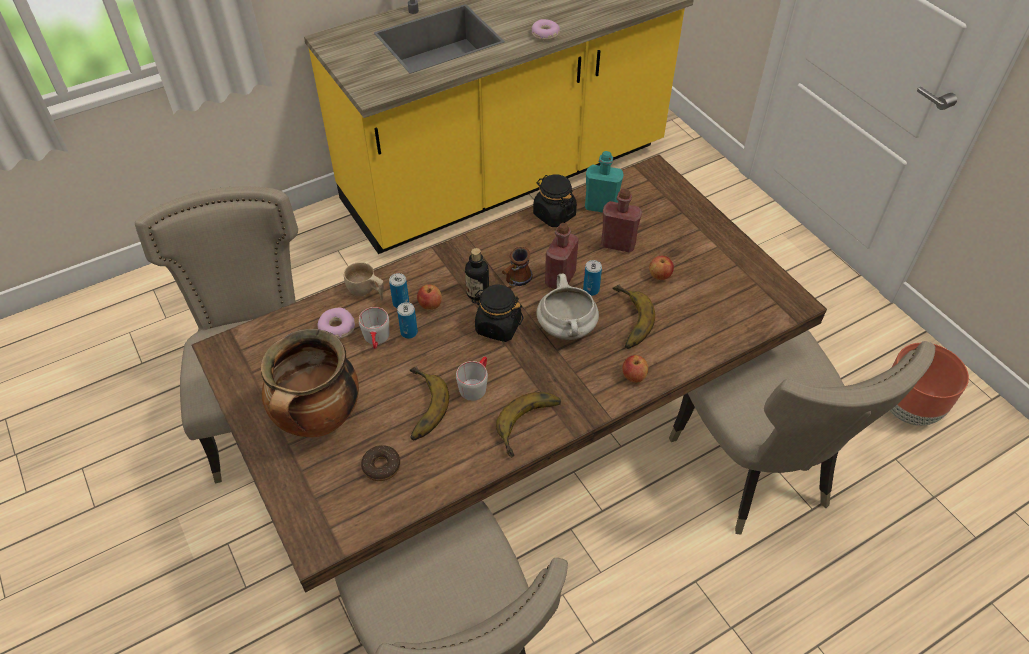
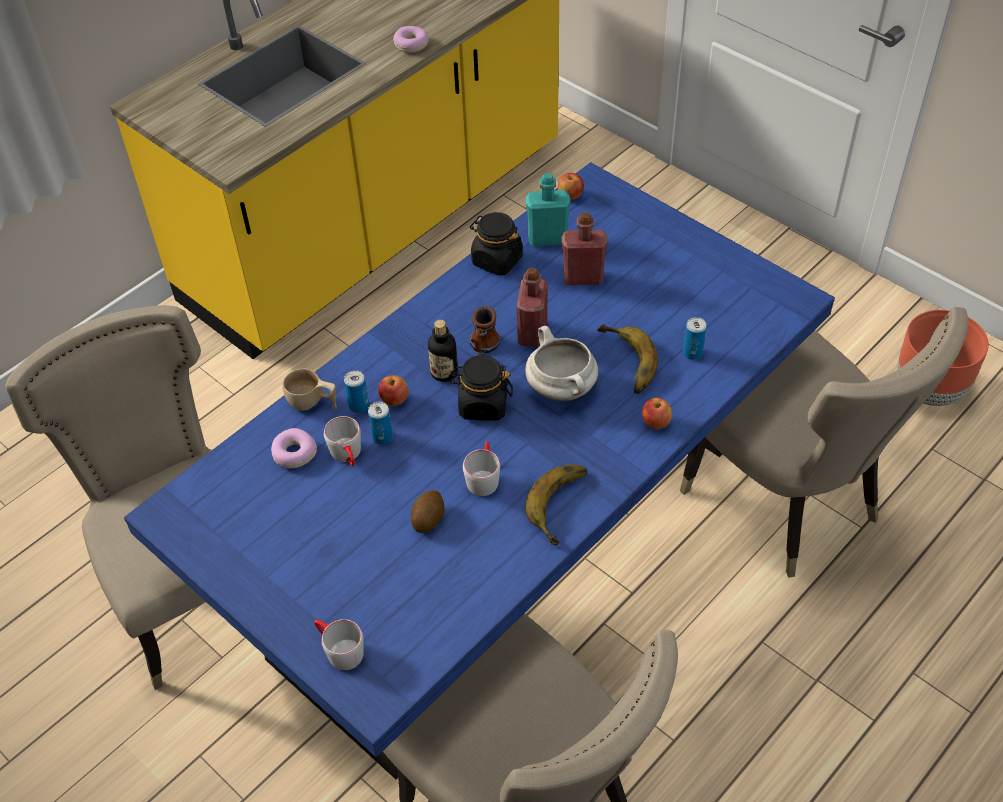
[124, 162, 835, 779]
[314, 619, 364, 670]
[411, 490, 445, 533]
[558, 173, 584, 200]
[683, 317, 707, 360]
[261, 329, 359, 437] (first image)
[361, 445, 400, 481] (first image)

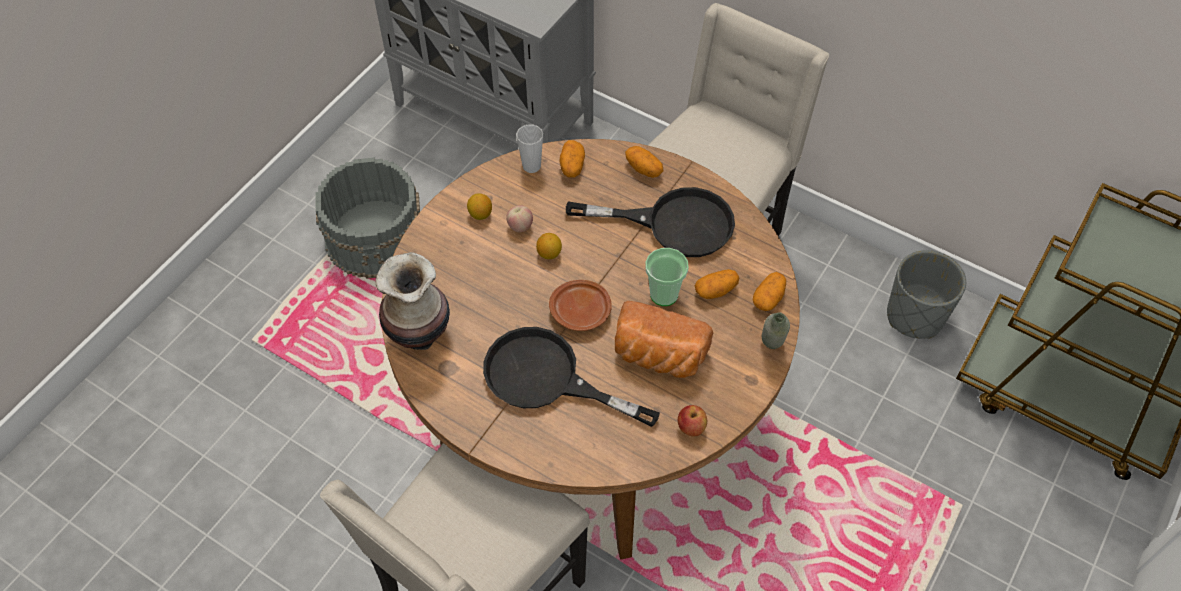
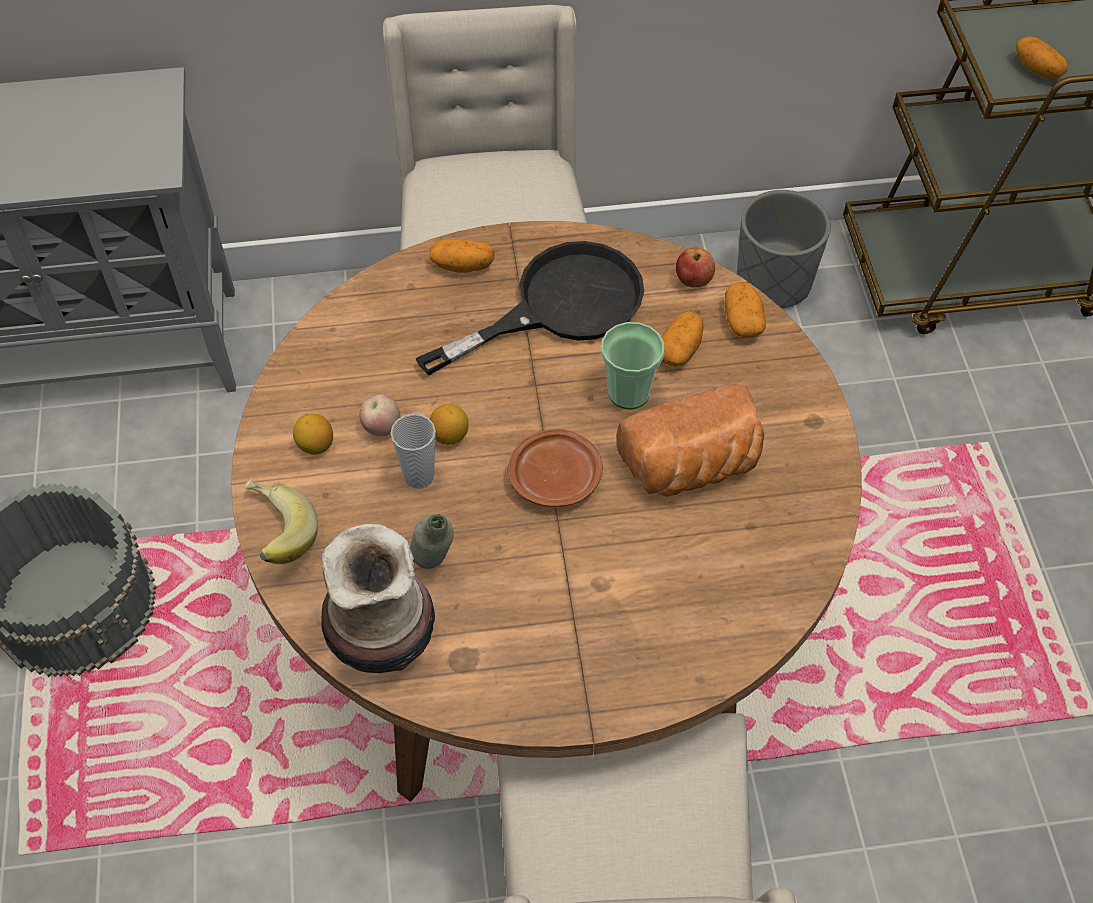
[245, 479, 318, 564]
[391, 414, 436, 489]
[410, 514, 454, 569]
[676, 247, 715, 288]
[1016, 36, 1068, 79]
[483, 327, 660, 427] (first image)

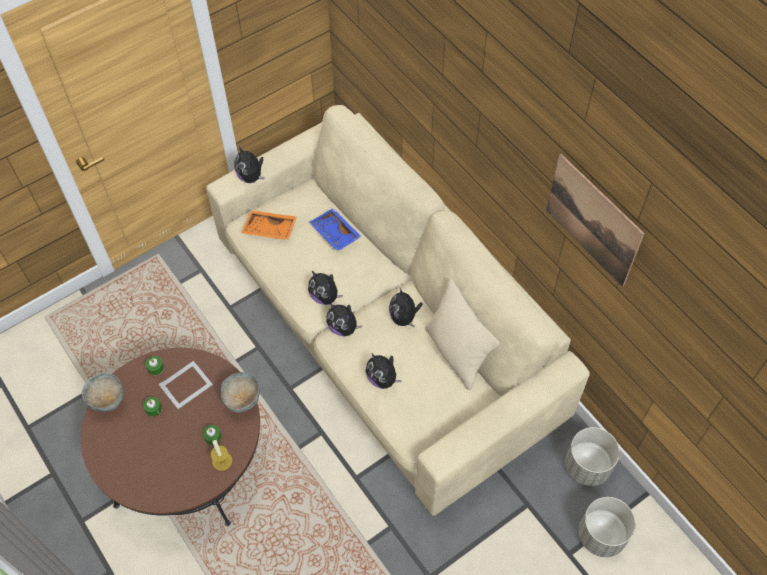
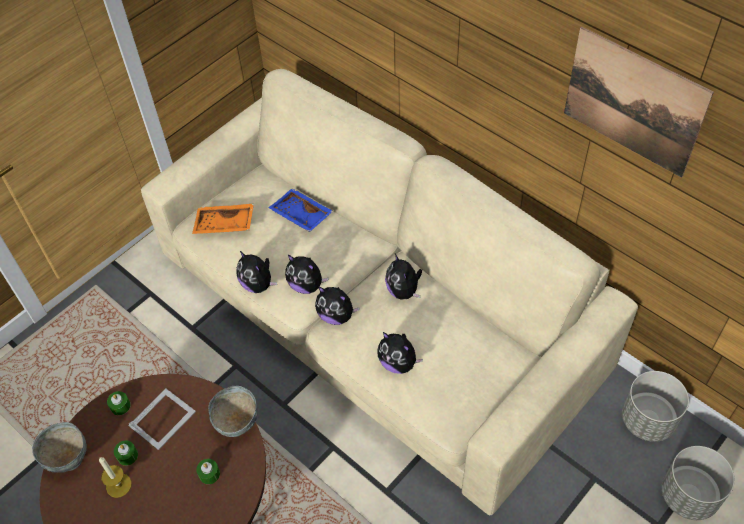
[99, 457, 132, 498]
[236, 250, 277, 293]
[425, 279, 499, 390] (first image)

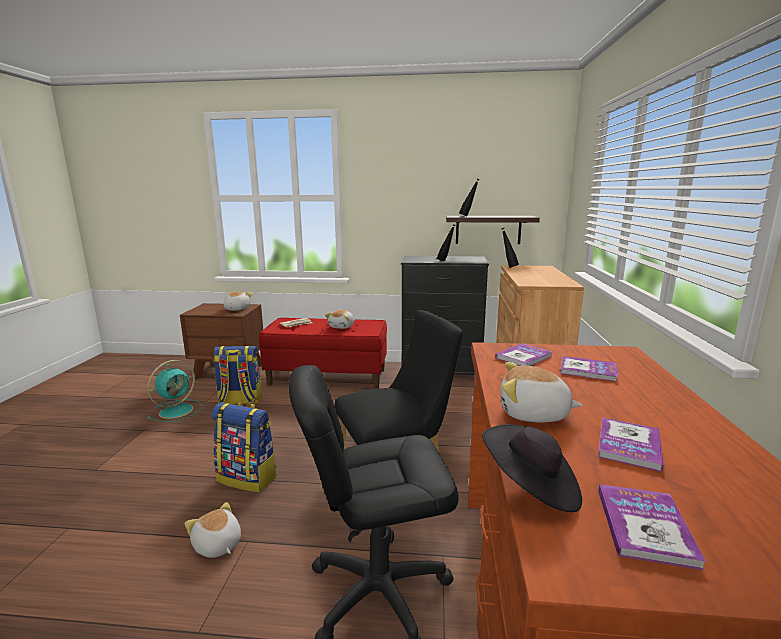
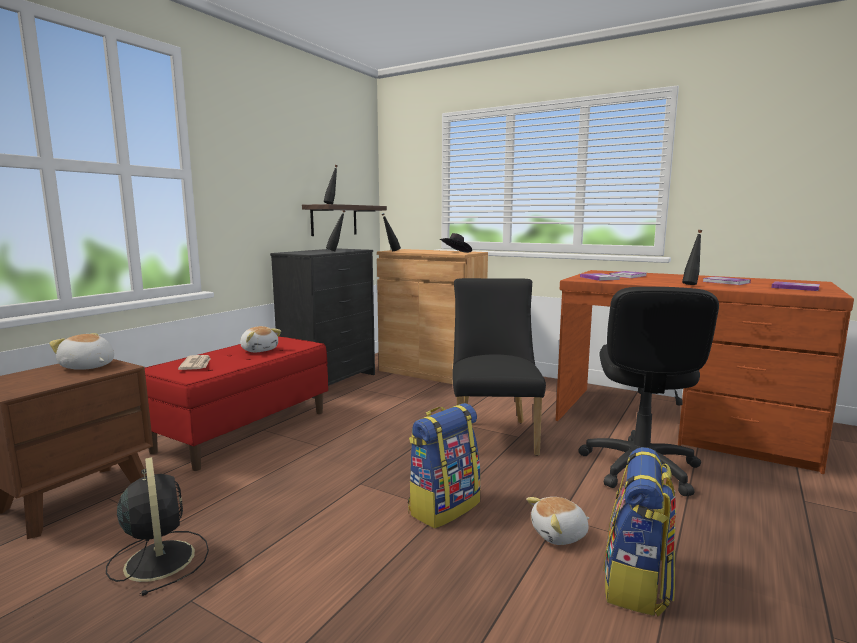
[106, 457, 209, 596]
[440, 233, 472, 253]
[603, 447, 676, 616]
[682, 230, 702, 285]

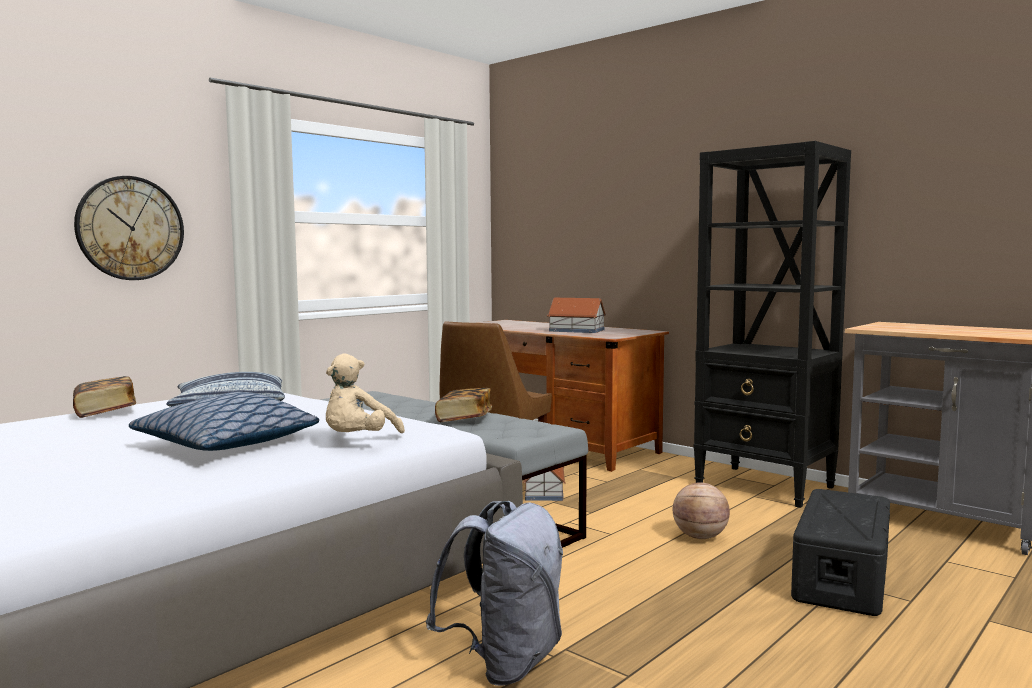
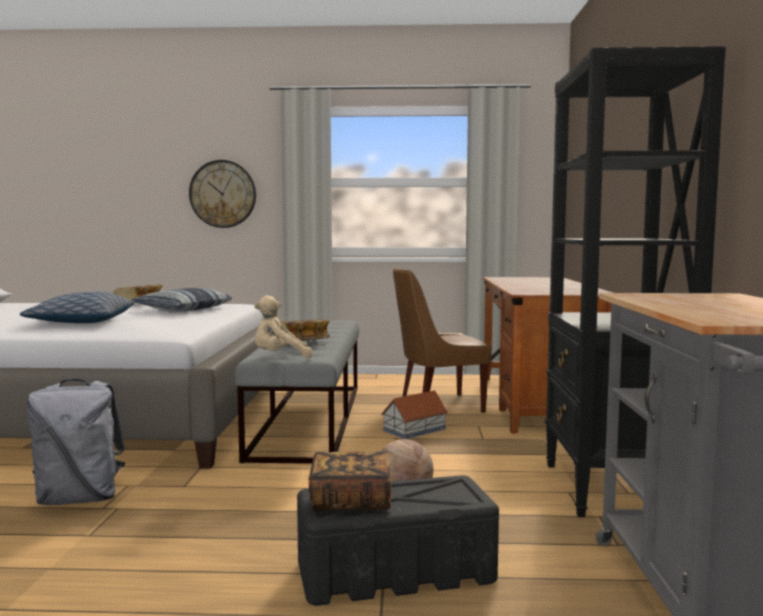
[254, 295, 312, 358]
[309, 451, 392, 511]
[547, 298, 606, 333] (first image)

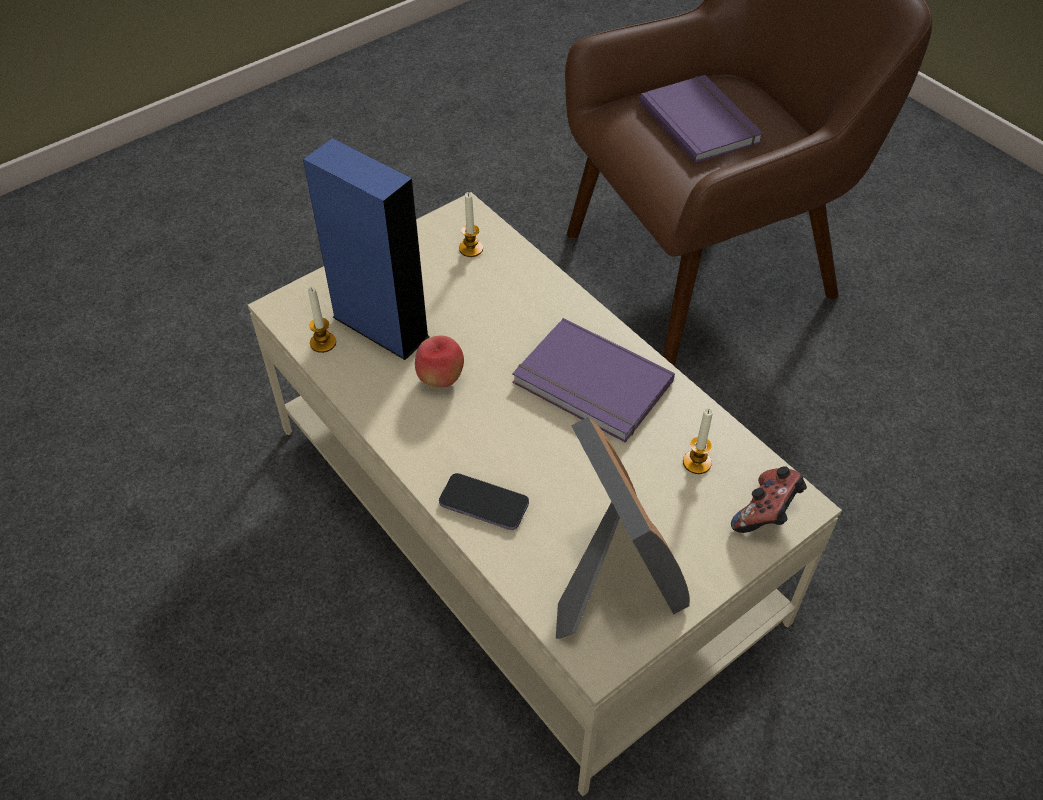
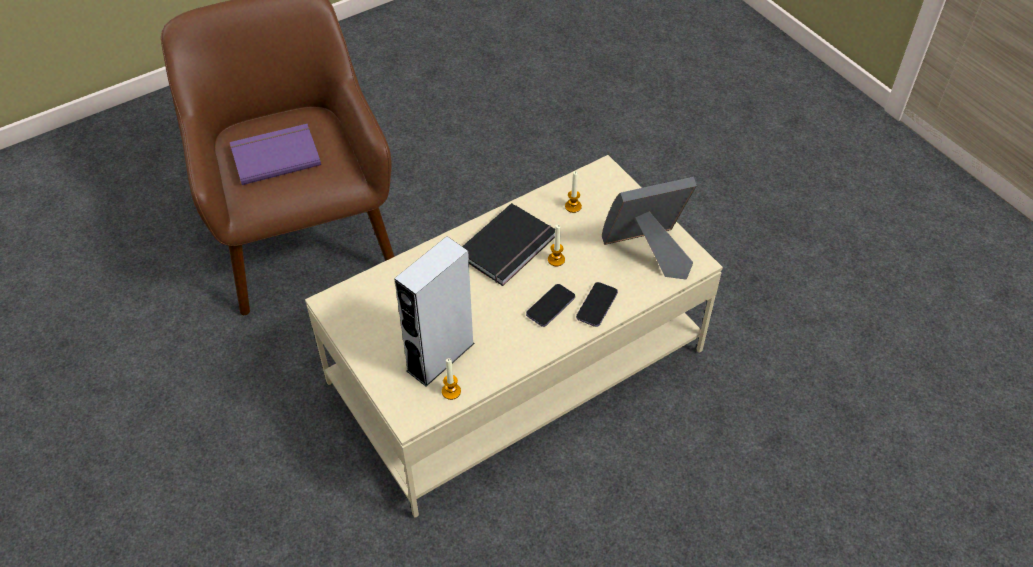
[394, 236, 475, 386]
[462, 203, 555, 286]
[526, 284, 575, 327]
[548, 225, 565, 266]
[415, 335, 464, 387] (first image)
[731, 466, 807, 533] (first image)

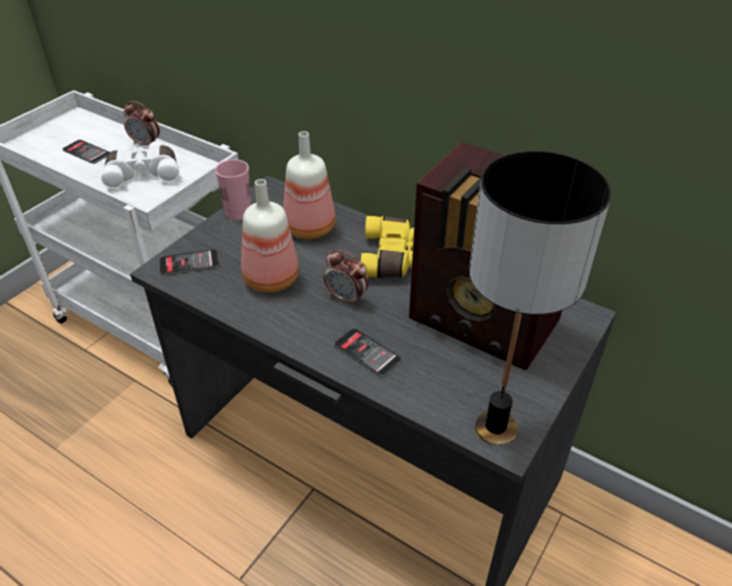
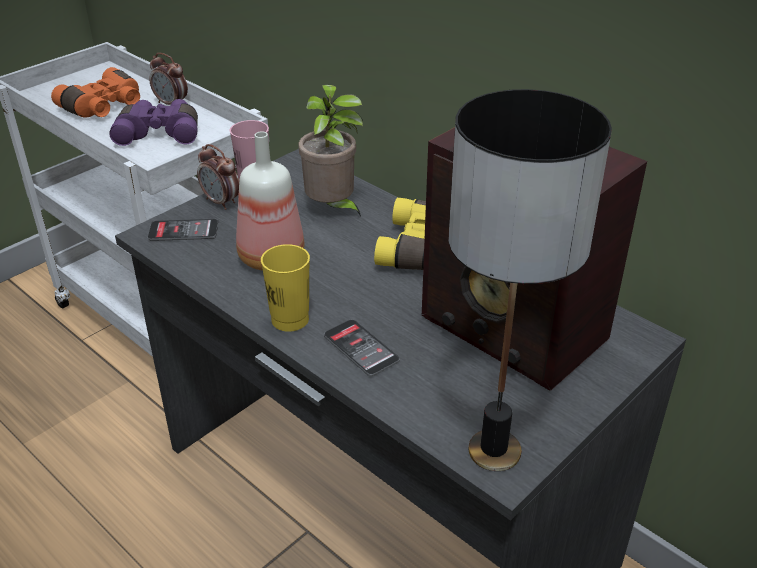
[51, 67, 140, 118]
[109, 99, 198, 146]
[197, 144, 239, 210]
[261, 244, 310, 332]
[298, 85, 363, 217]

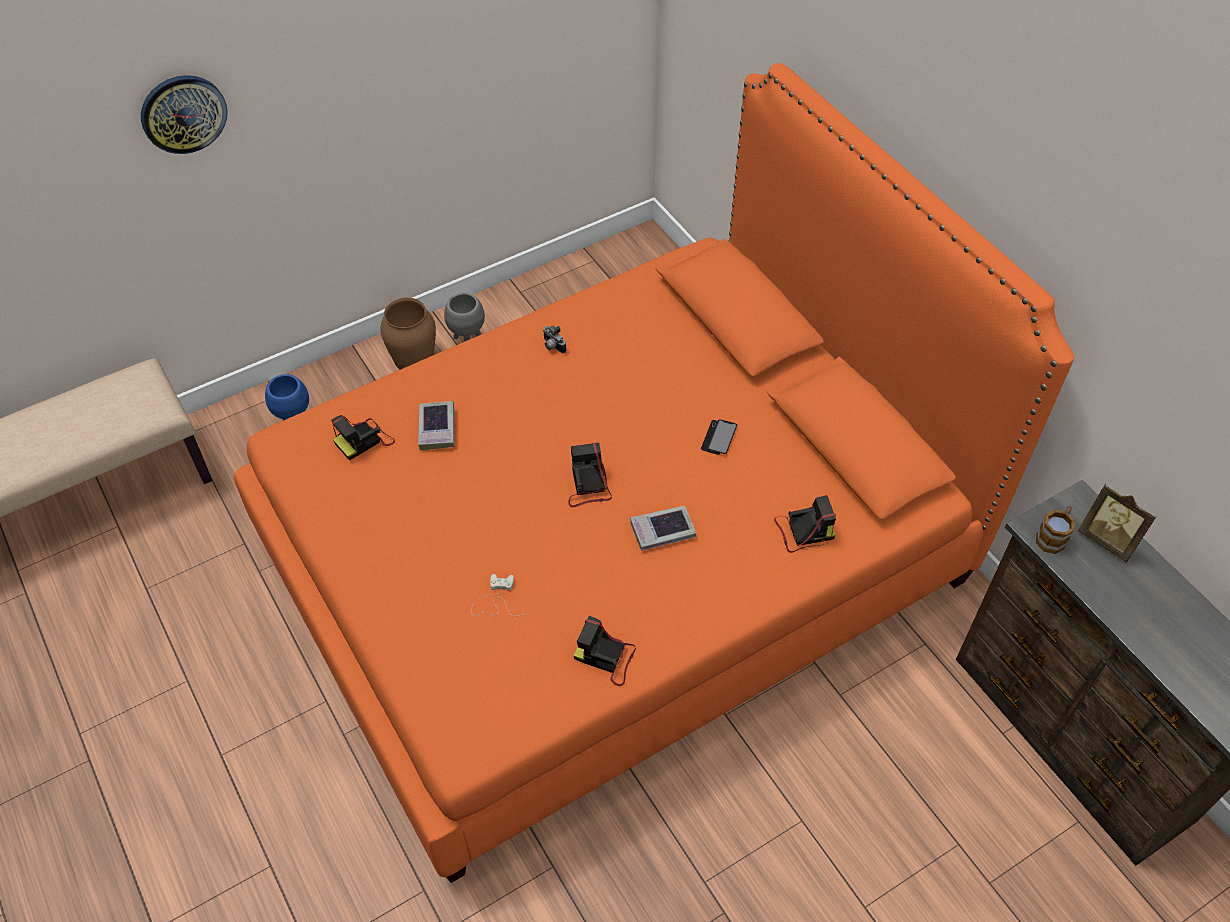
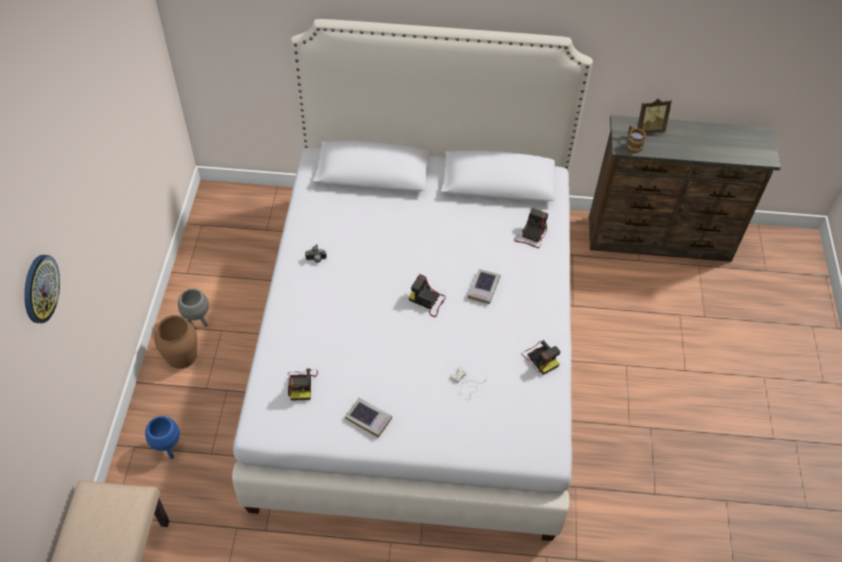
[232, 19, 593, 541]
[345, 398, 392, 438]
[522, 340, 561, 375]
[701, 419, 737, 455] (first image)

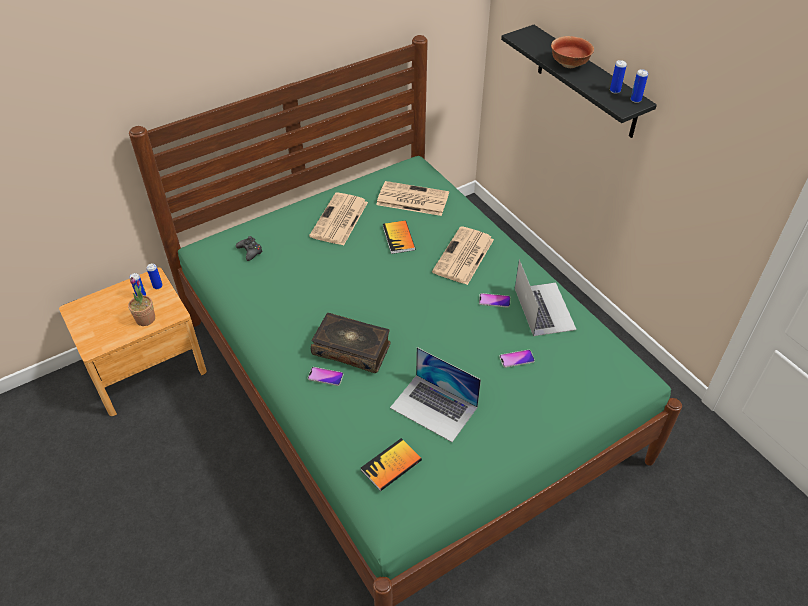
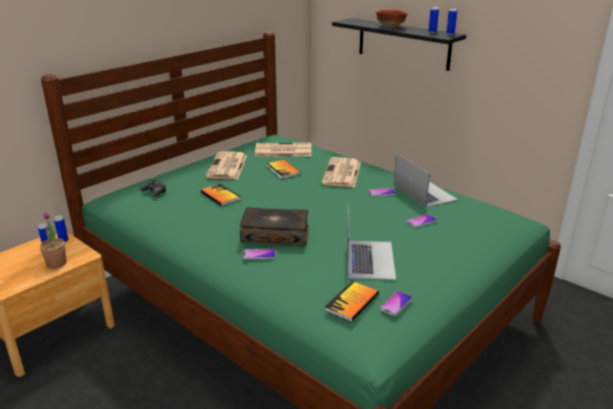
[201, 184, 241, 206]
[347, 204, 396, 280]
[380, 291, 412, 316]

